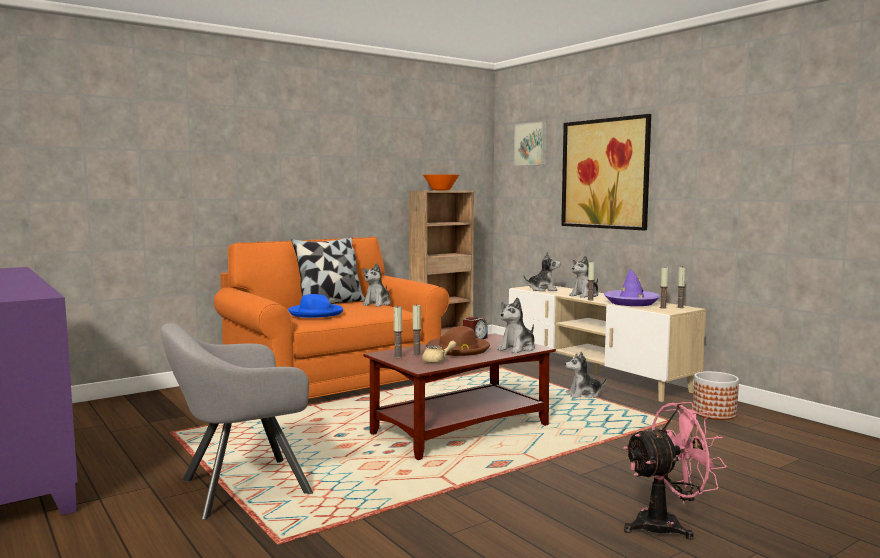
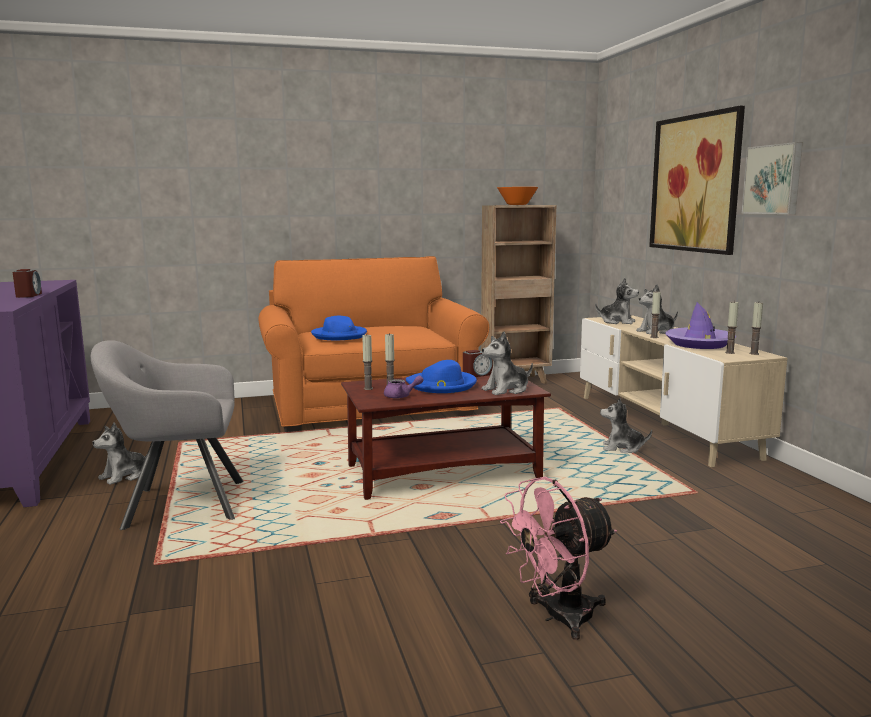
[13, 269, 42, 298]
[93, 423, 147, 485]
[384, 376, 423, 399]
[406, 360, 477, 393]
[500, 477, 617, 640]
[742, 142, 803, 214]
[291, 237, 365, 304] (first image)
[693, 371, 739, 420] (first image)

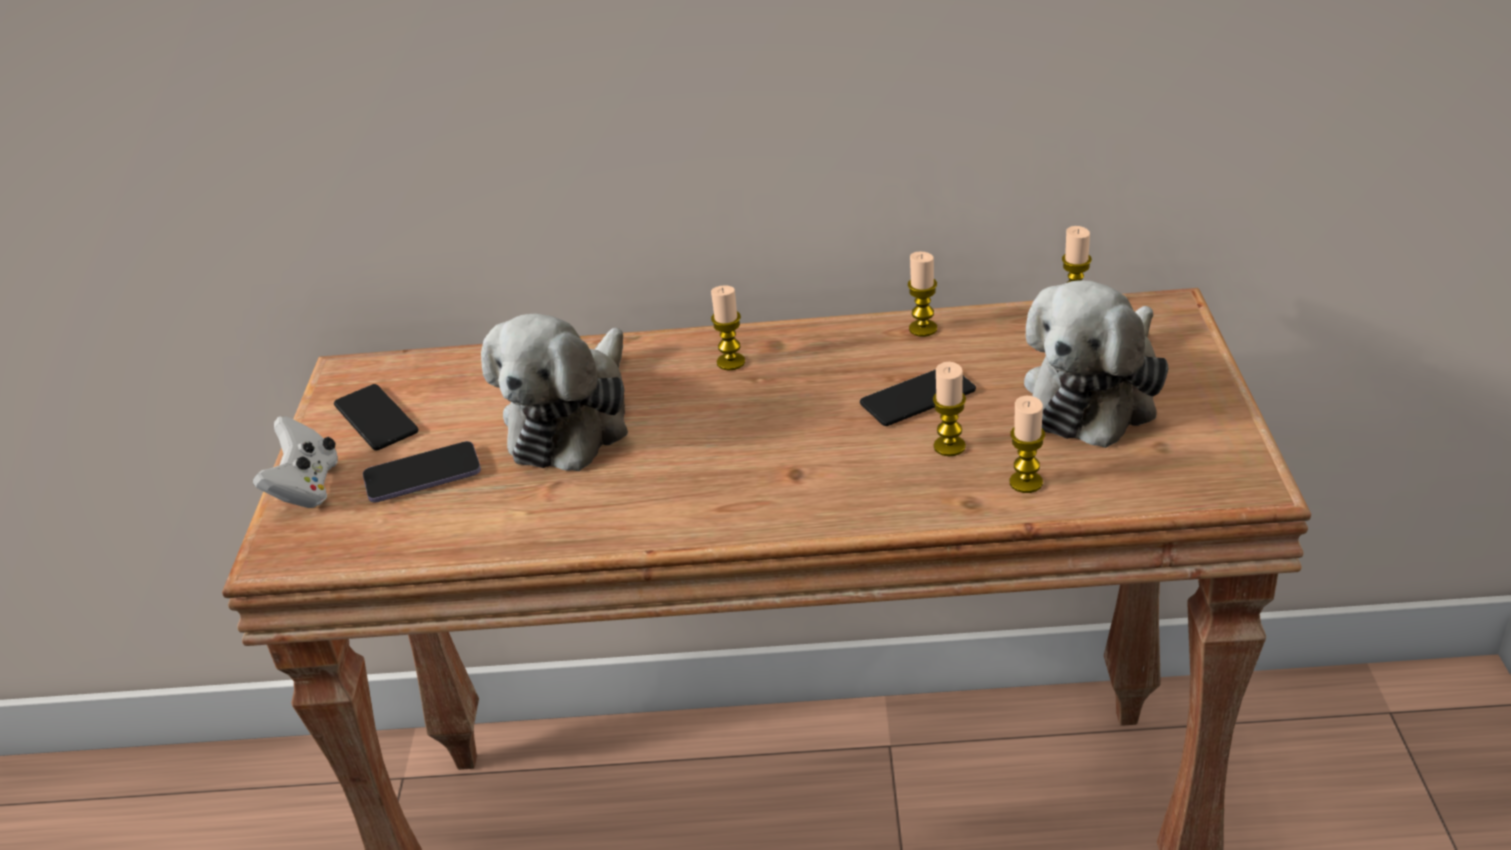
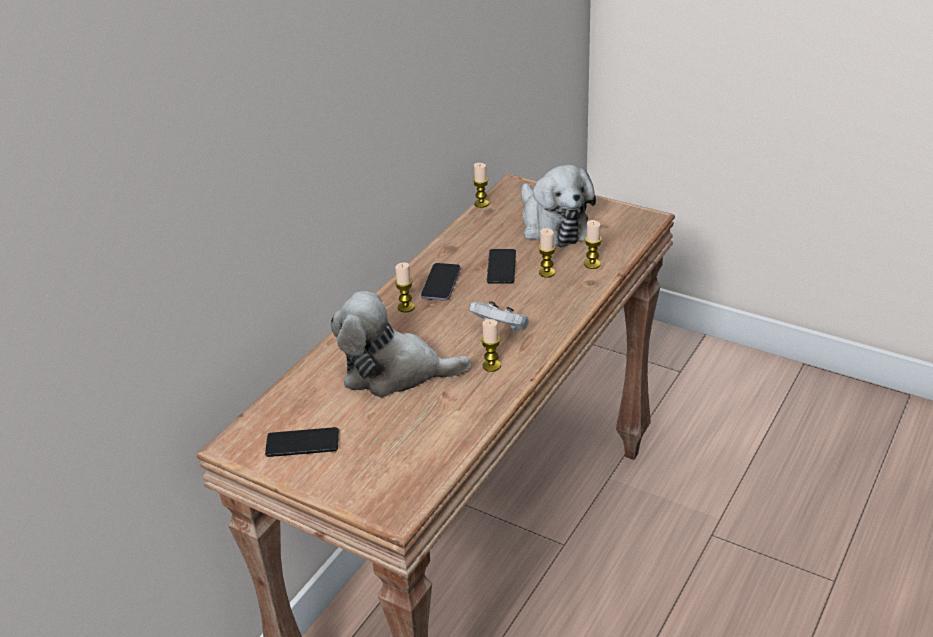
[331, 291, 471, 397]
[421, 263, 461, 300]
[469, 301, 529, 332]
[481, 319, 501, 372]

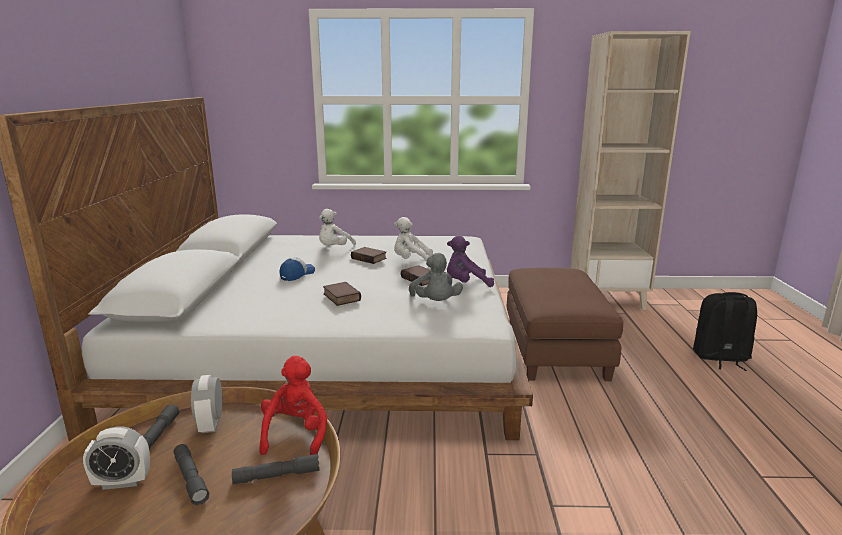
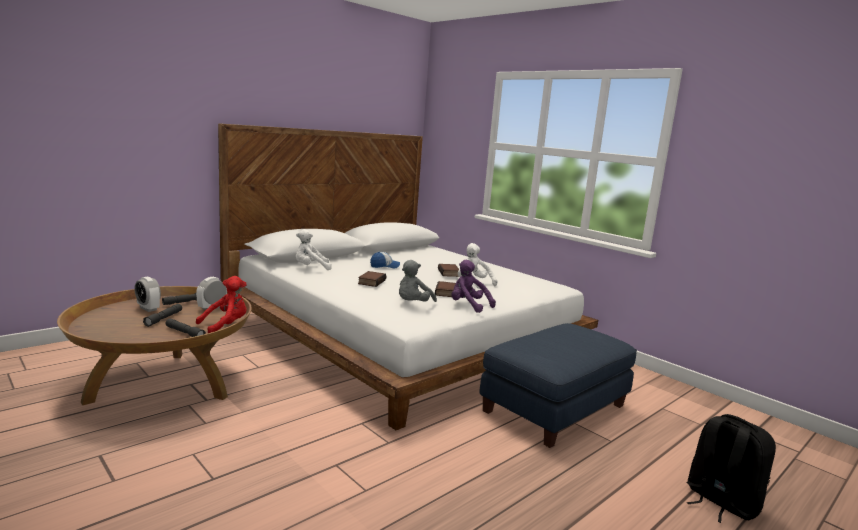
[295, 229, 332, 270]
[480, 323, 637, 448]
[570, 31, 691, 310] (first image)

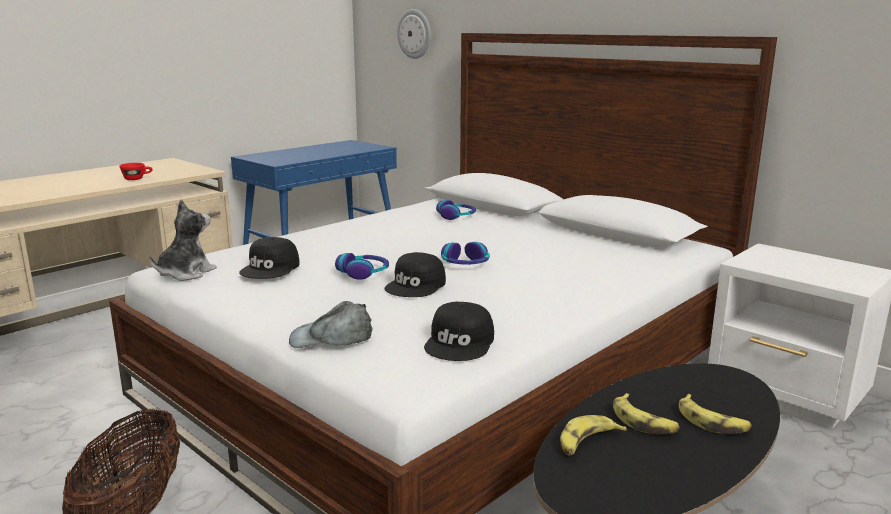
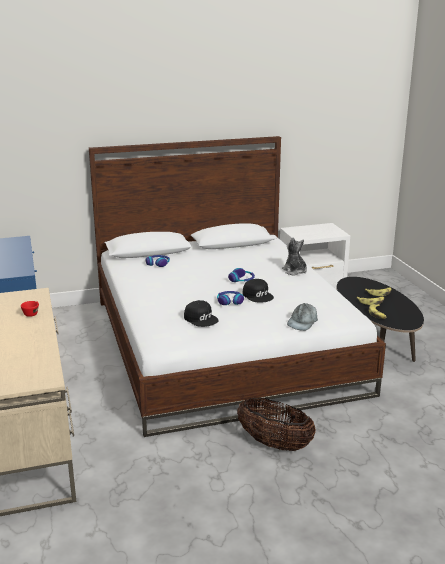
[282, 237, 307, 276]
[397, 9, 431, 59] (first image)
[424, 302, 494, 361] (first image)

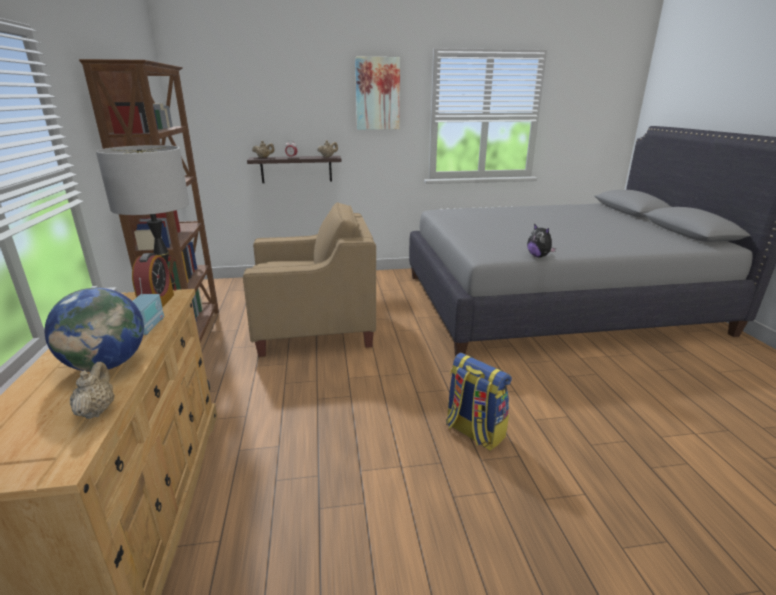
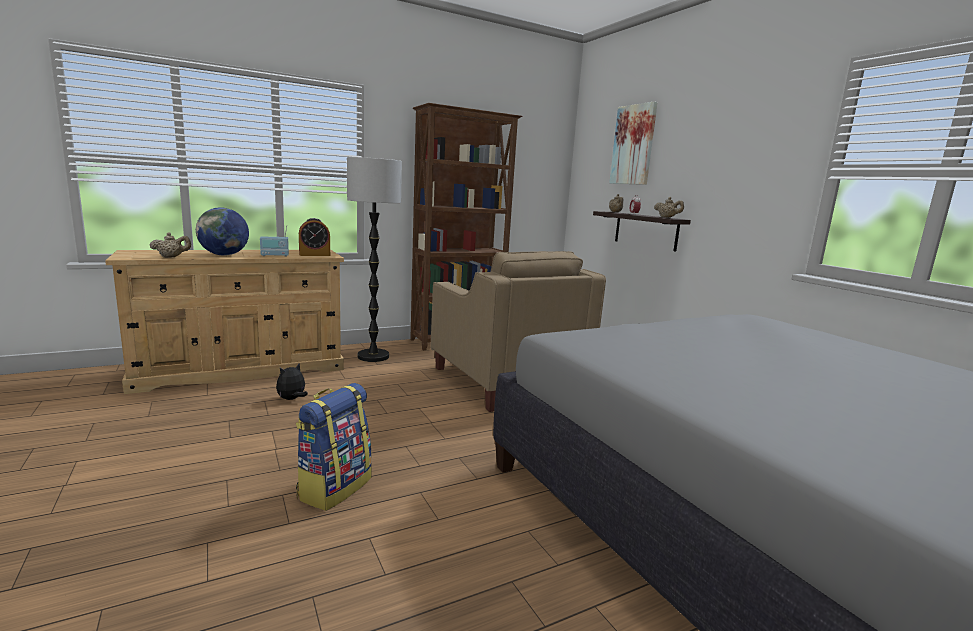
[276, 363, 308, 400]
[609, 102, 658, 185]

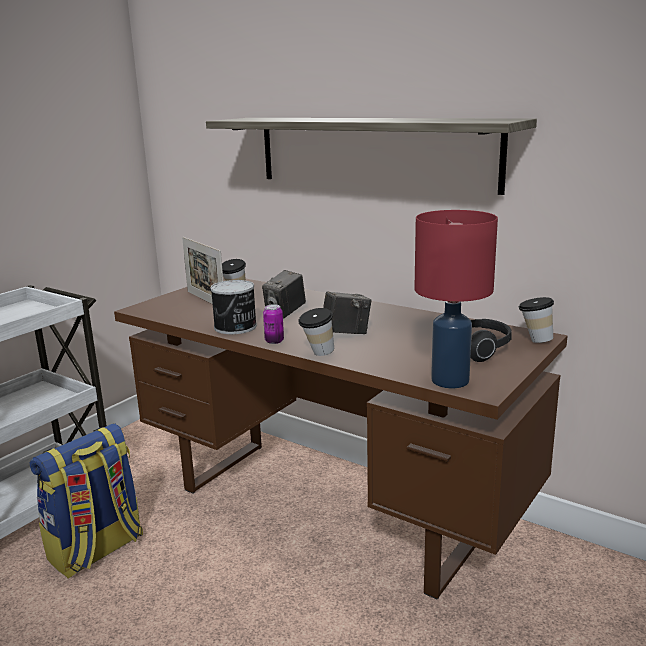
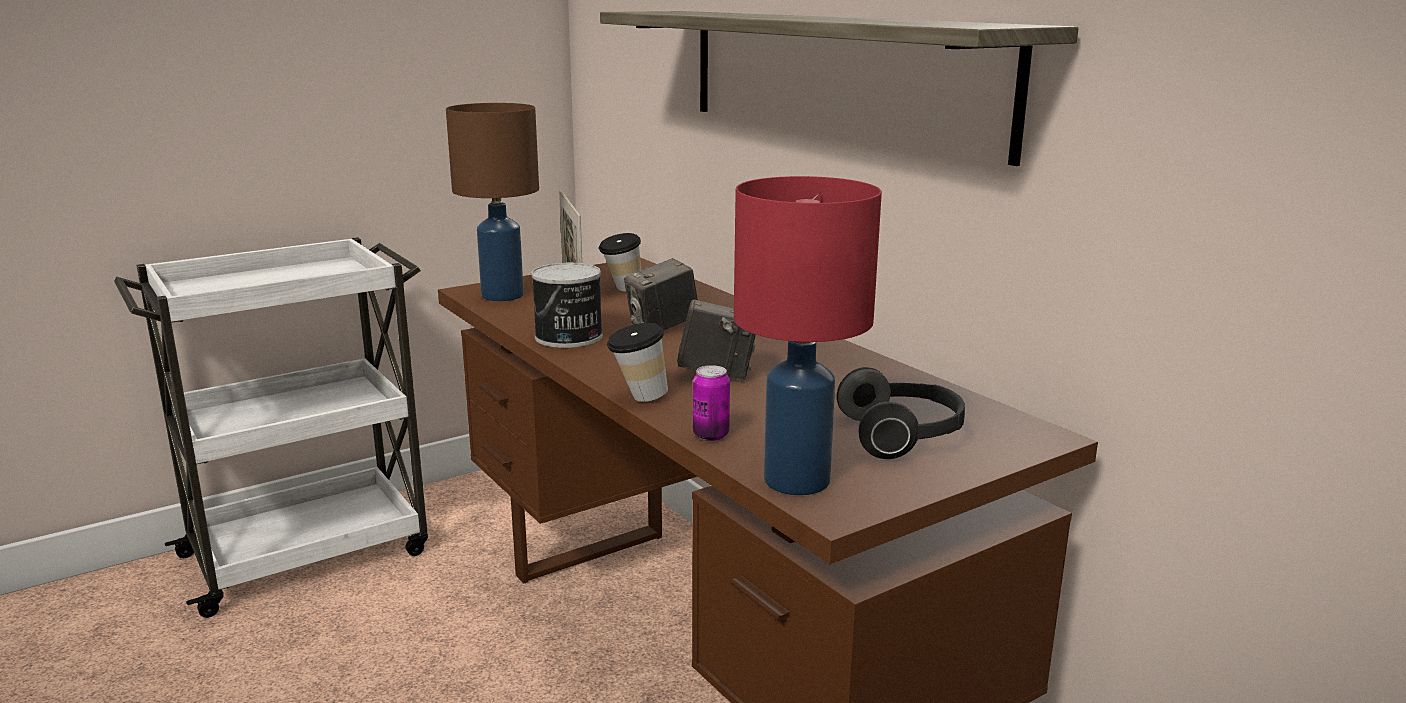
[446, 103, 539, 301]
[693, 365, 730, 441]
[30, 423, 143, 578] (first image)
[519, 297, 554, 343] (first image)

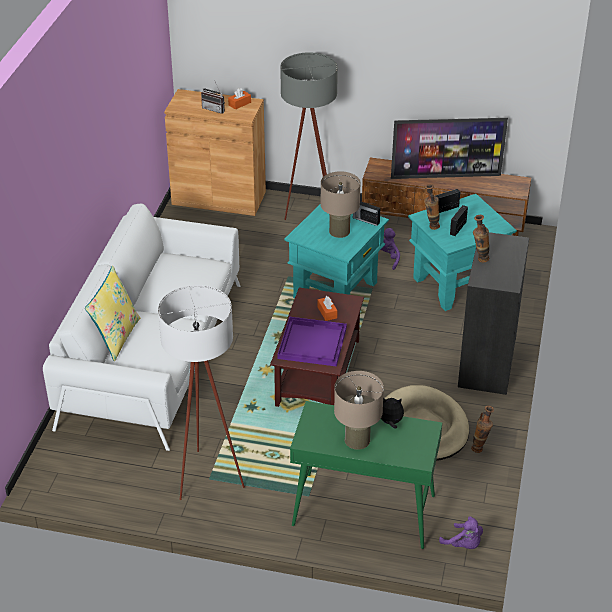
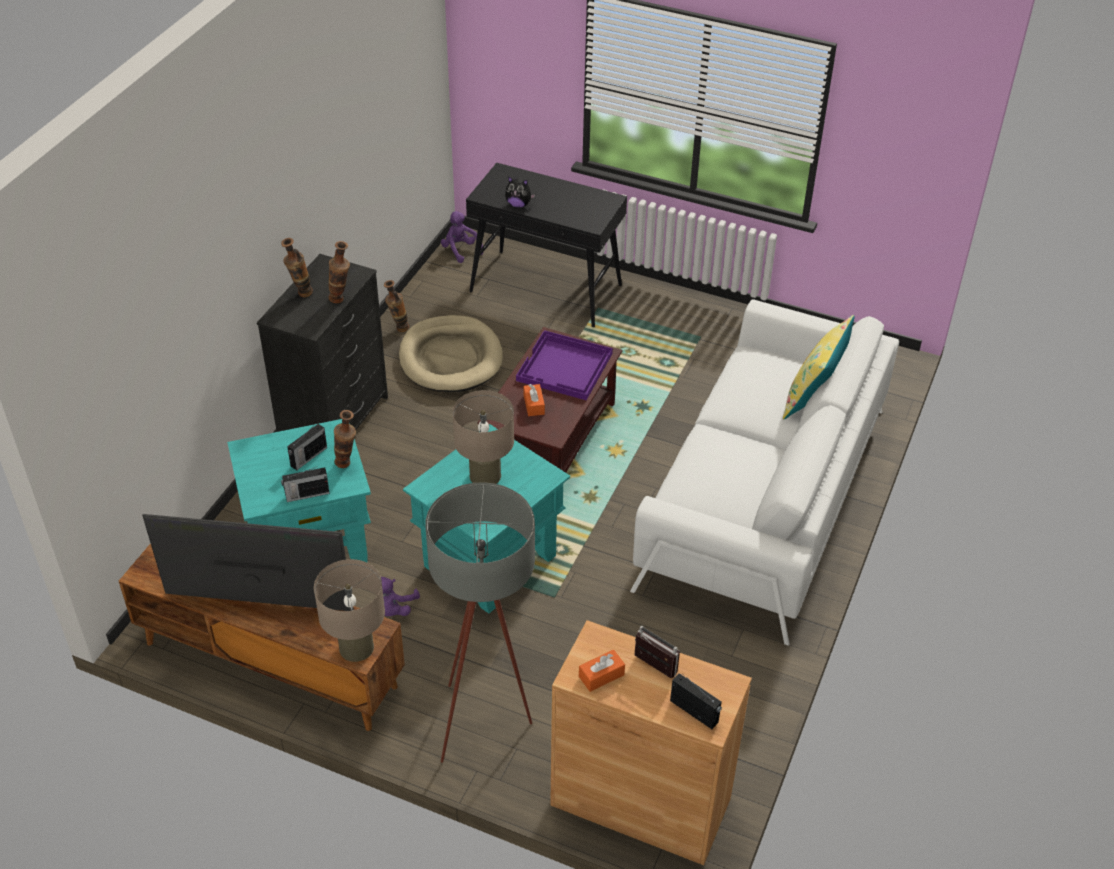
[281, 238, 313, 297]
[314, 559, 385, 662]
[466, 163, 627, 327]
[670, 673, 722, 729]
[158, 285, 245, 500] (first image)

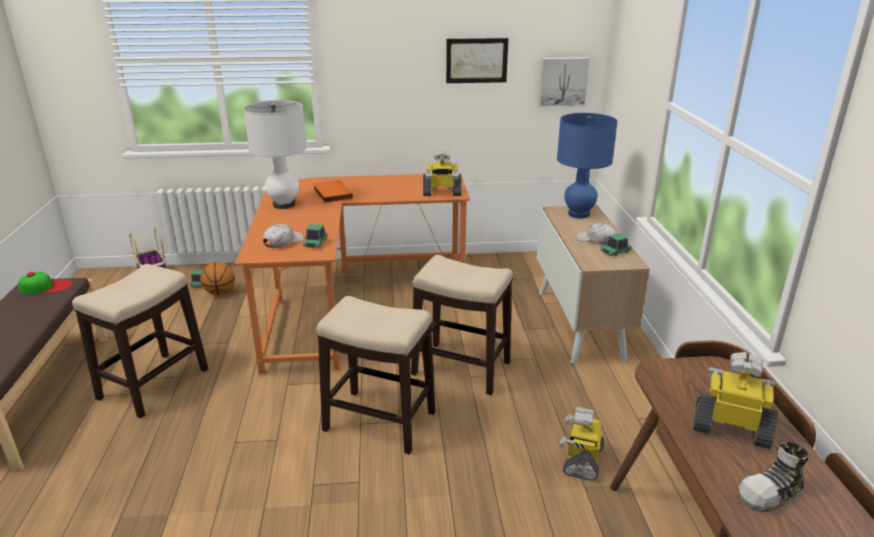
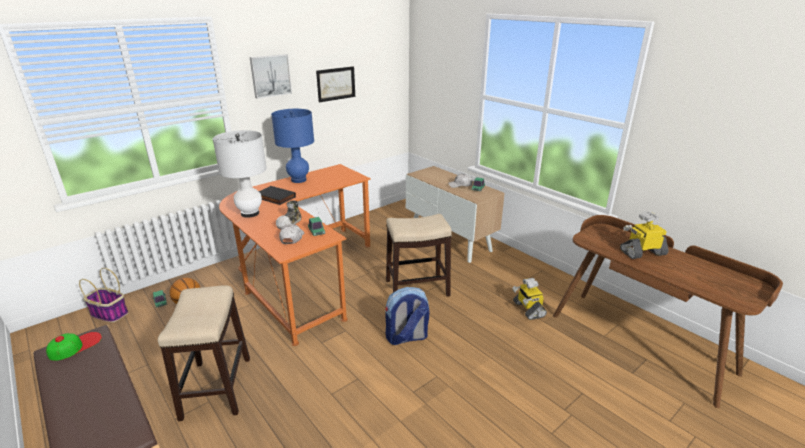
[250, 54, 292, 99]
[259, 186, 296, 205]
[271, 109, 314, 183]
[276, 200, 301, 229]
[385, 287, 429, 345]
[423, 150, 461, 196] (first image)

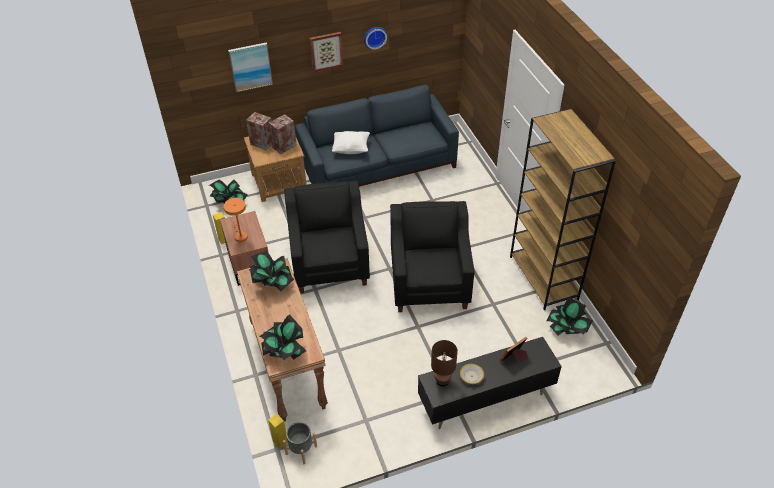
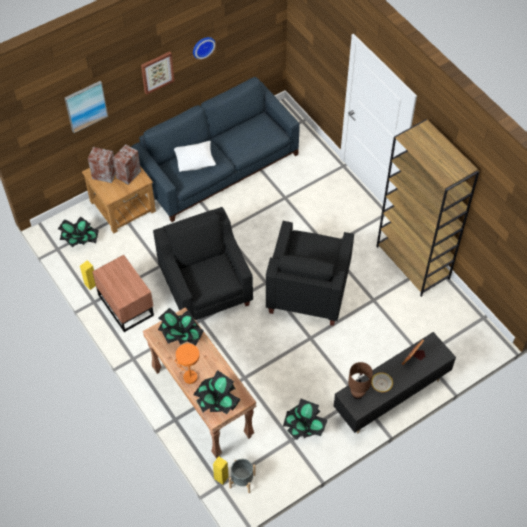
[175, 343, 200, 384]
[266, 221, 354, 326]
[283, 399, 328, 440]

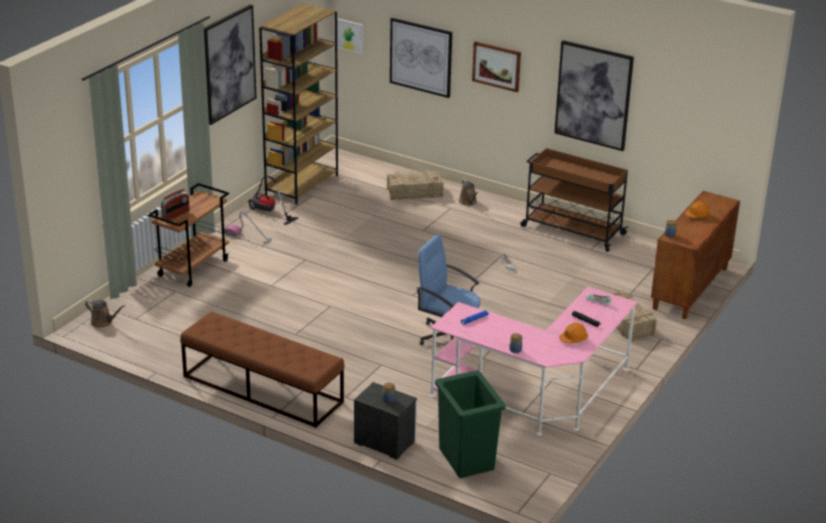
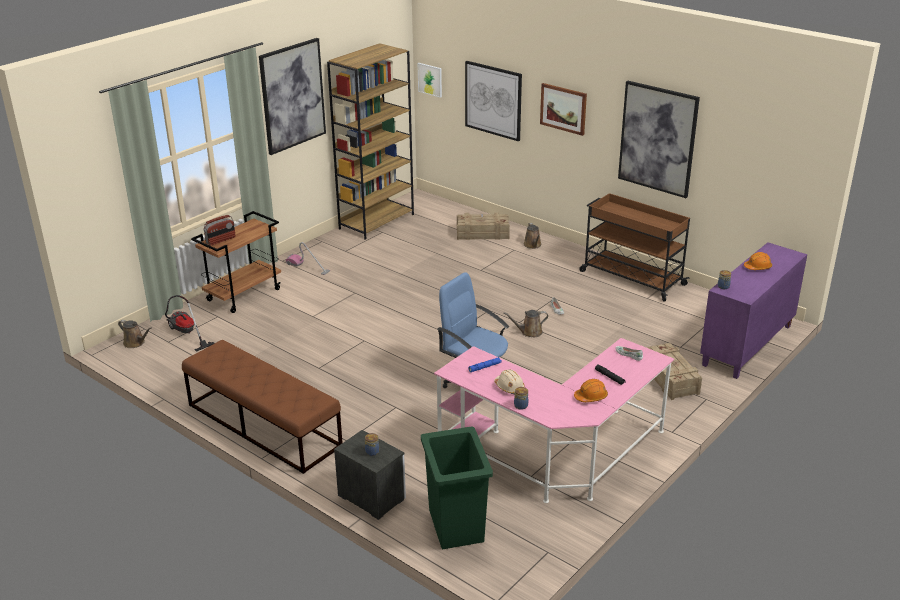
[165, 295, 215, 352]
[494, 369, 525, 394]
[503, 310, 548, 337]
[700, 242, 807, 379]

